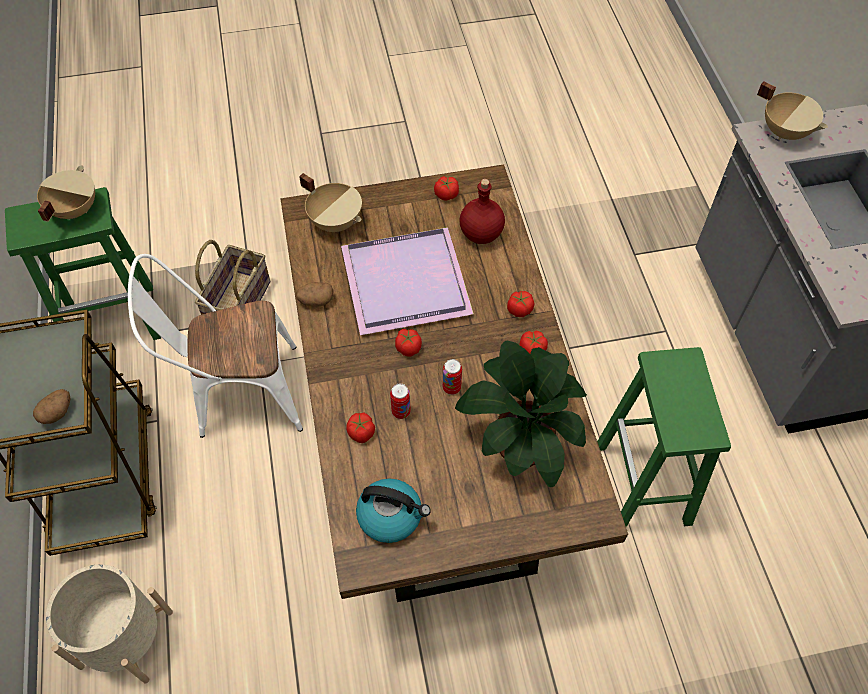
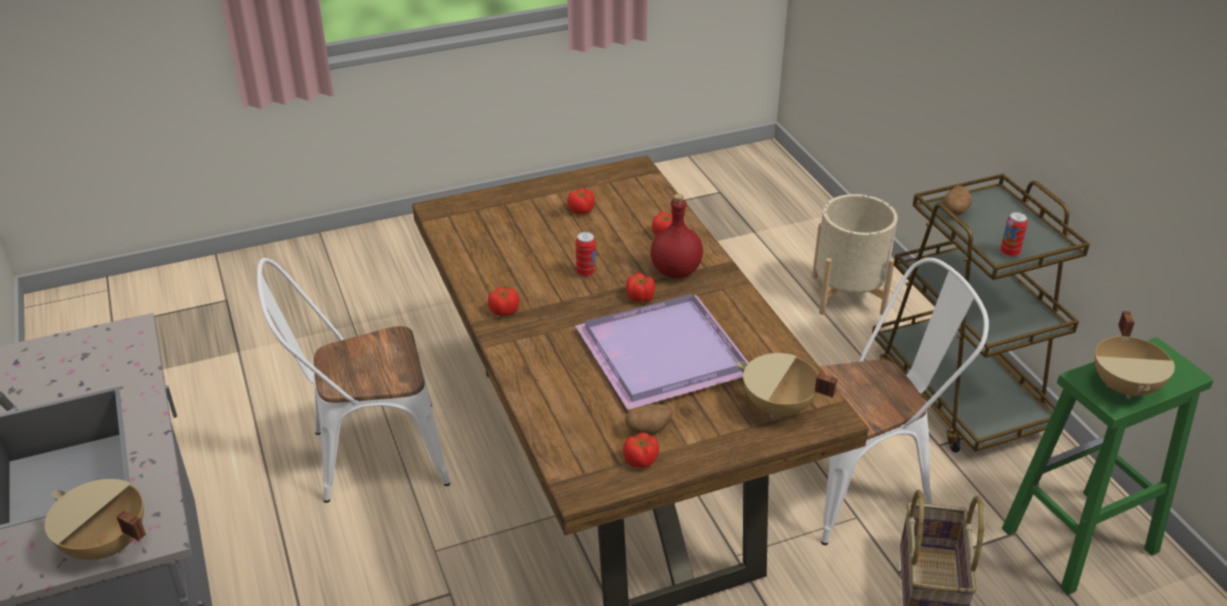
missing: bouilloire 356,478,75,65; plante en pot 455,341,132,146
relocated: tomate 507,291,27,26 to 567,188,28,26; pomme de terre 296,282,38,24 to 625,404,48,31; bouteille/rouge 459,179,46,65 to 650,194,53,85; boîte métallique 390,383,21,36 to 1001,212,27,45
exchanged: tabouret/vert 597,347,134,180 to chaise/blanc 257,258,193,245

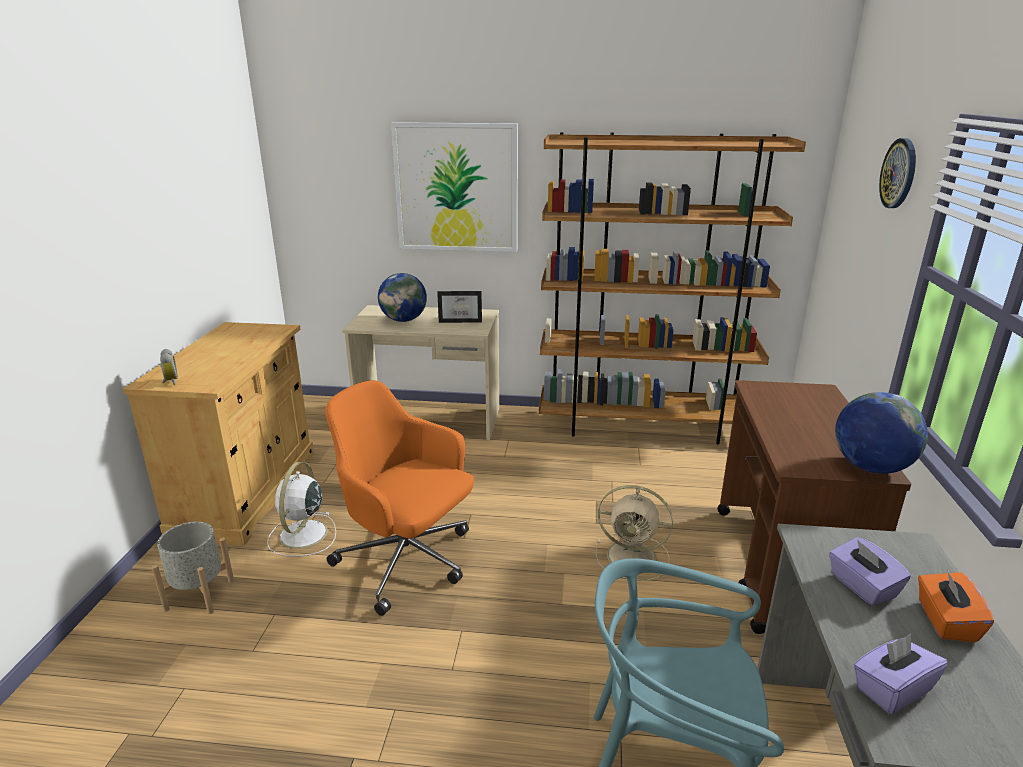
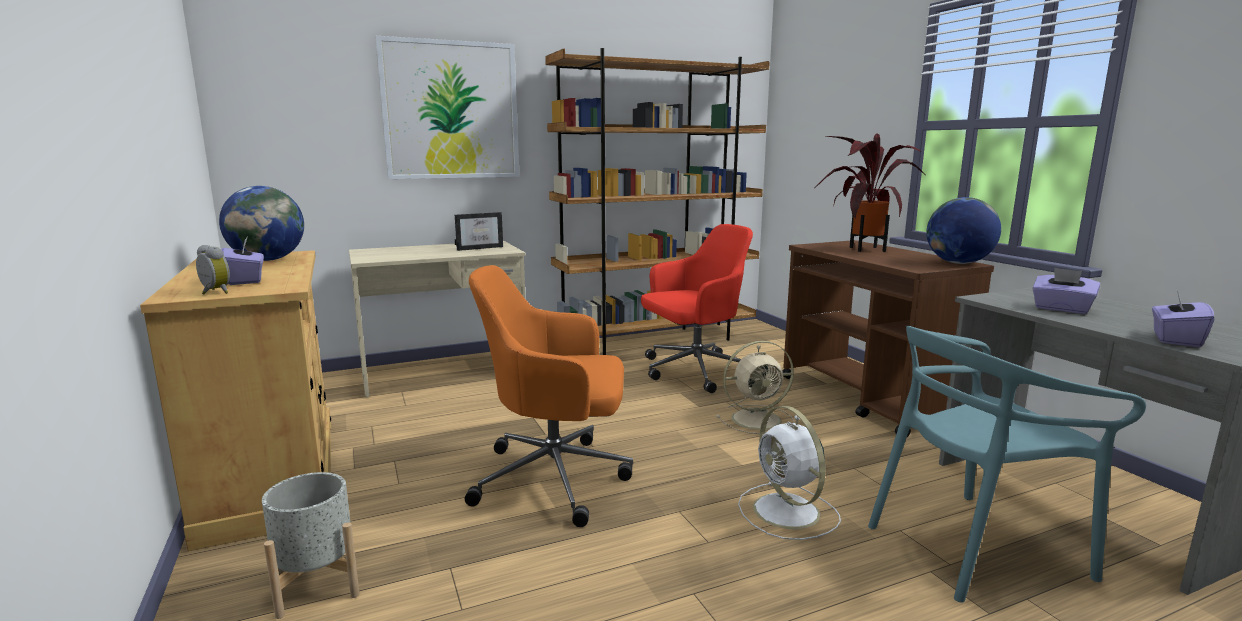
missing: horloge murale 879,138,37,70; boîte à mouchoirs/orange 918,569,76,74
appeared: boîte à mouchoirs/violet 221,238,43,47; chaise de bureau/rouge 641,224,112,169; plante en pot 816,133,111,119
relocated: globe 378,273,49,49 to 219,186,85,75; ventilateur/blanc 267,462,69,95 to 738,406,103,134

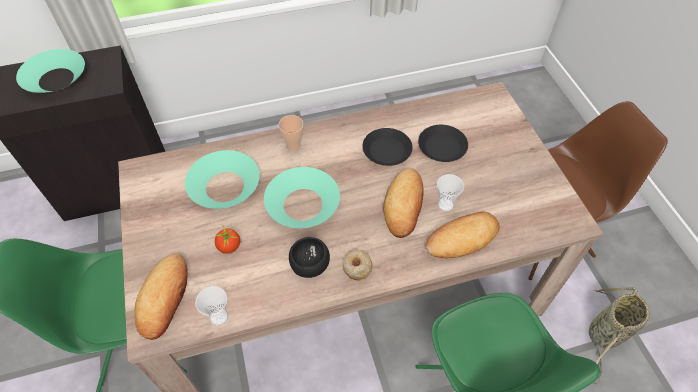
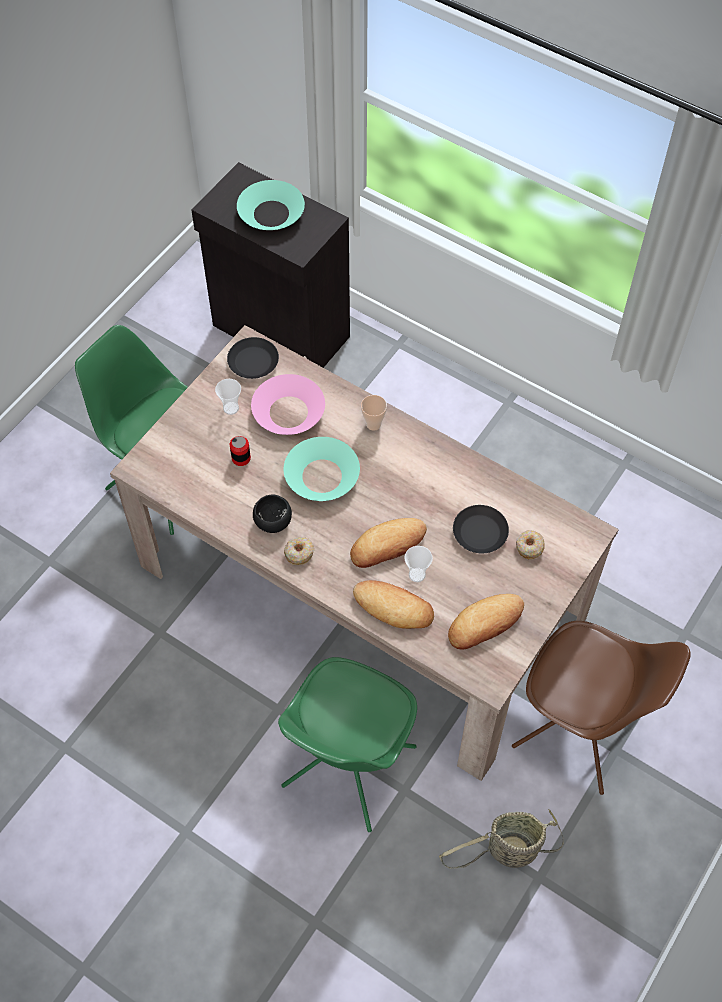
appeared: beignet 516,530,29,29
relocated: tasse 195,286,34,40 to 215,379,26,36; assiette/noir 362,128,51,38 to 227,337,52,42; pain 135,254,53,86 to 448,594,76,56
exchanged: tomate 214,223,26,31 to boîte métallique 230,436,21,30
colour: bol/turquoise 185,150,75,59 to bol/rose 251,374,74,61

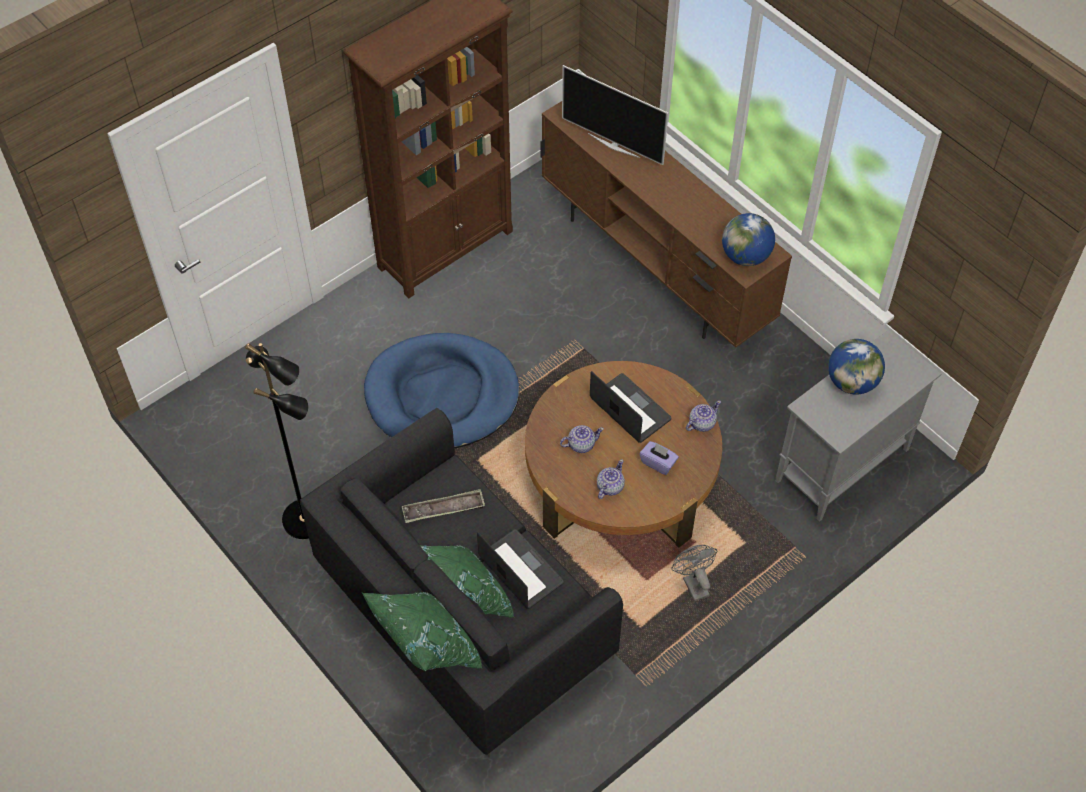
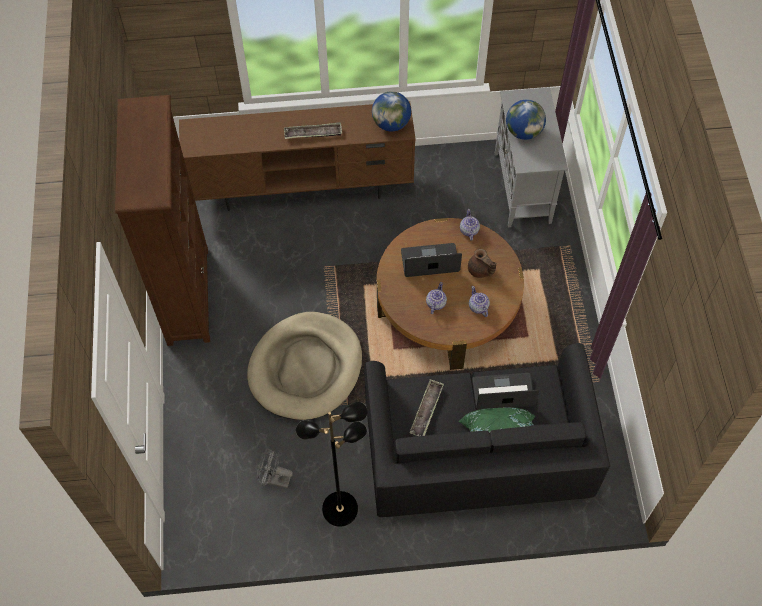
missing: coussin/vert 362,592,121,79; téléviseur 562,65,106,100
appeared: plateau 284,122,58,17
relocated: ventilateur/gris 671,545,46,56 to 257,449,36,39
exchanged: boîte à mouchoirs/violet 640,441,39,34 to théière/marron 468,249,28,29
colour: panier pour chien/bleu 364,333,155,115 to panier pour chien/beige 247,312,115,108

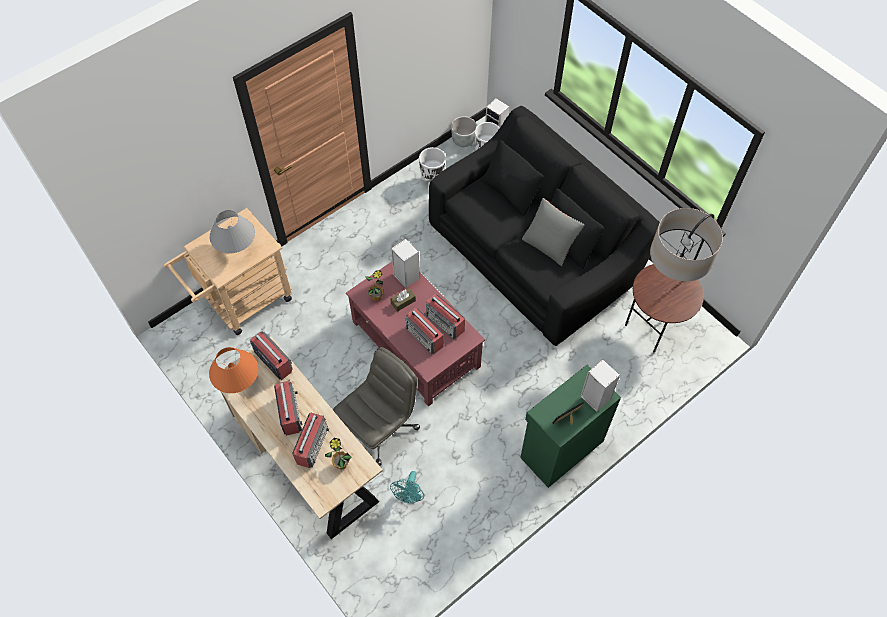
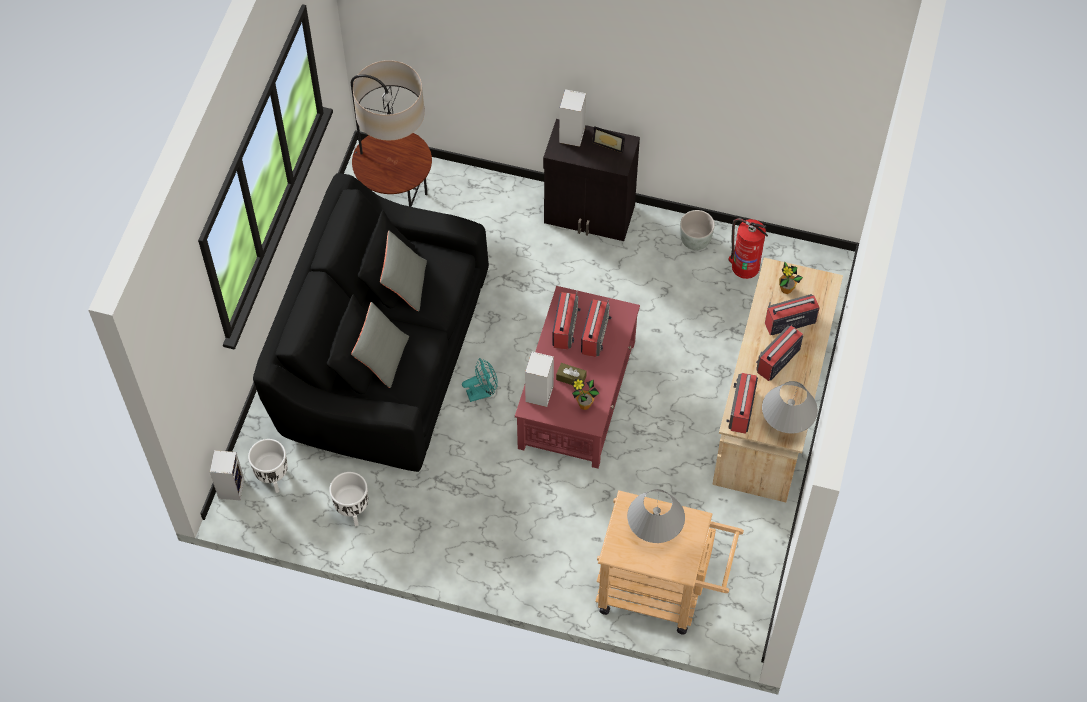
missing: chaise de bureau/gris 333,347,87,119
appeared: coussin/gris 351,302,58,86; extincteur 728,218,40,61
relocated: ventilateur/turquoise 390,471,34,33 to 462,358,36,44; cache-pot/gris 451,116,26,31 to 680,210,35,40
colour: meuble de rangement/vert 520,364,101,124 to meuble de rangement/noir 543,119,97,122; lampe de table/orange 209,347,49,46 to lampe de table/gris 762,381,56,53

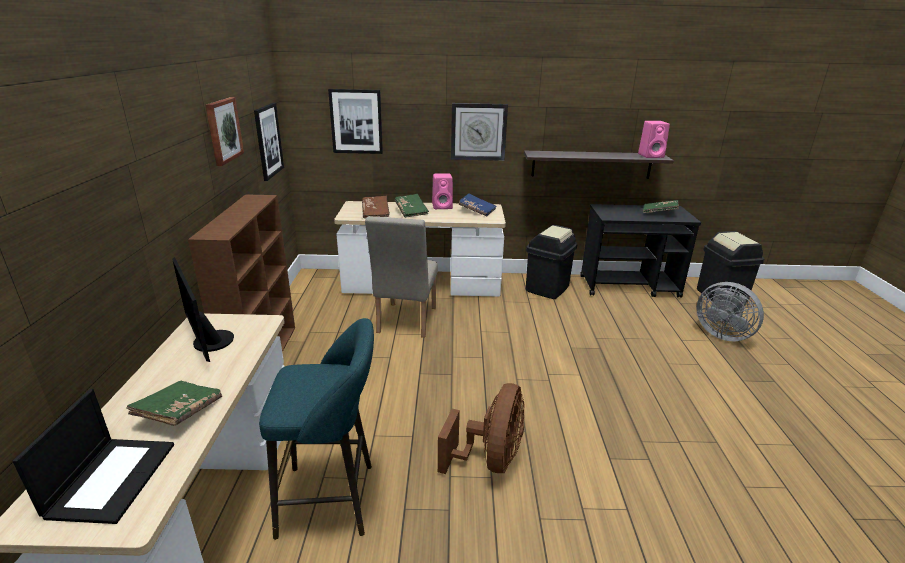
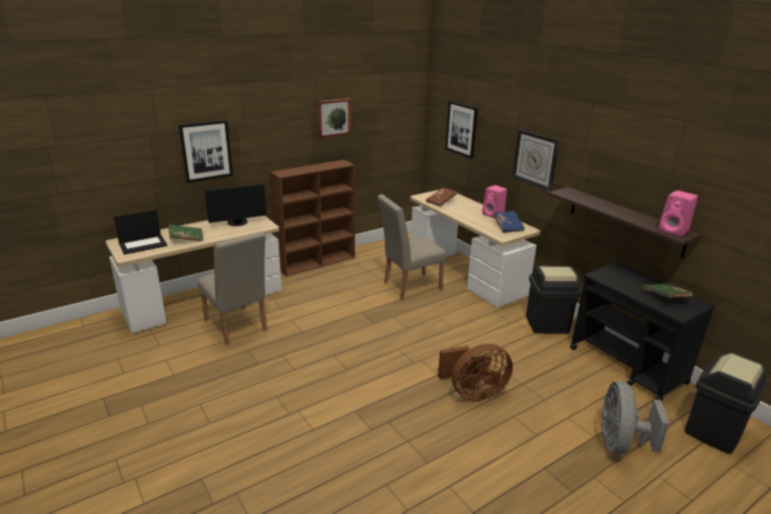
missing: livre/vert 395,194,34,24
relocated: tableau 254,103,30,78 to 179,120,54,63; ventilateur/marron 438,383,87,91 to 438,344,75,57
exchanged: tabouret/turquoise 259,318,115,222 to chaise/beige 197,231,71,114
spun: écran d'ordinateur 172,257,62,105 = 205,183,62,43 135 degrees counterclockwise

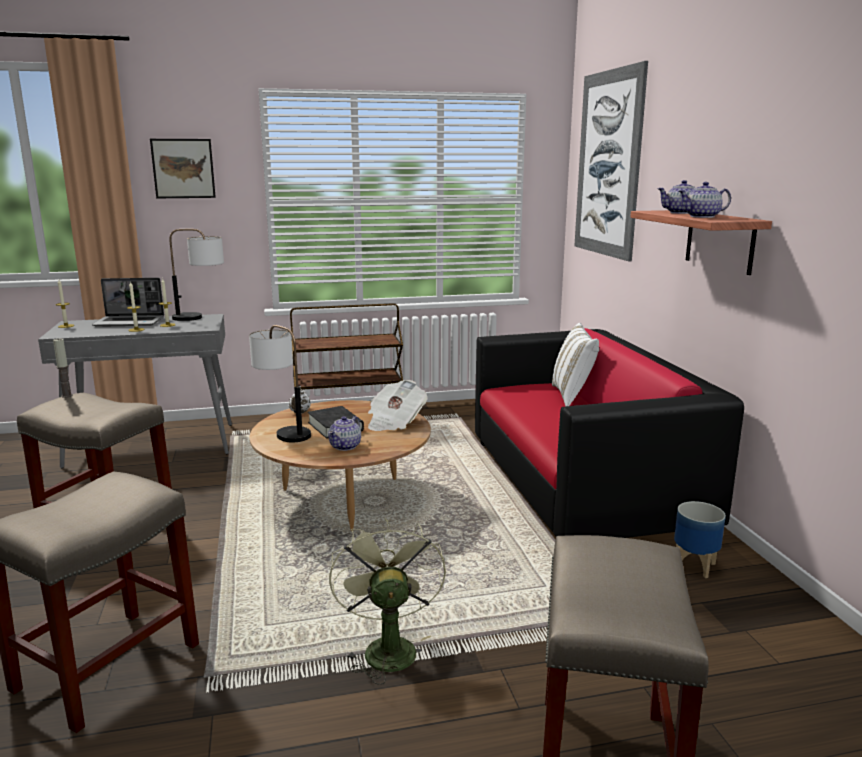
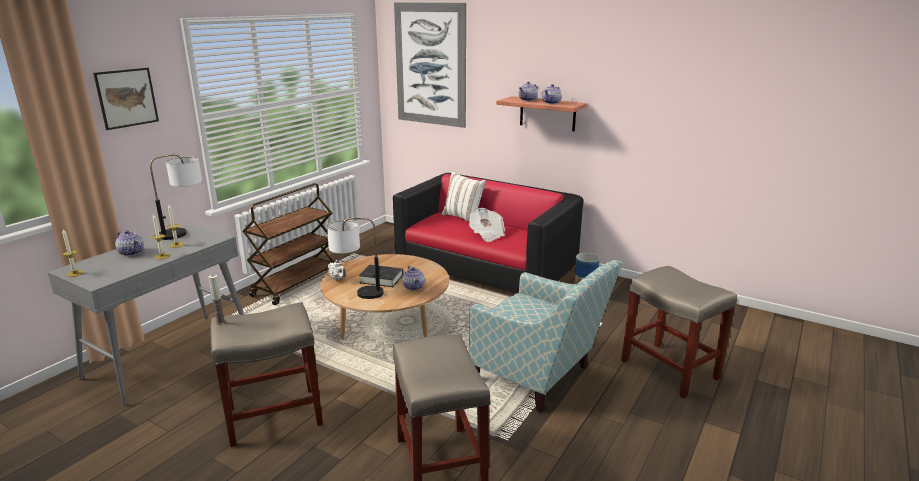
relocated: journal 368,380,59,51 to 469,208,36,34
exchanged: ordinateur portable 92,278,72,49 to théière 115,230,29,26; ventilateur/vert 329,518,117,167 to fauteuil 469,259,153,154

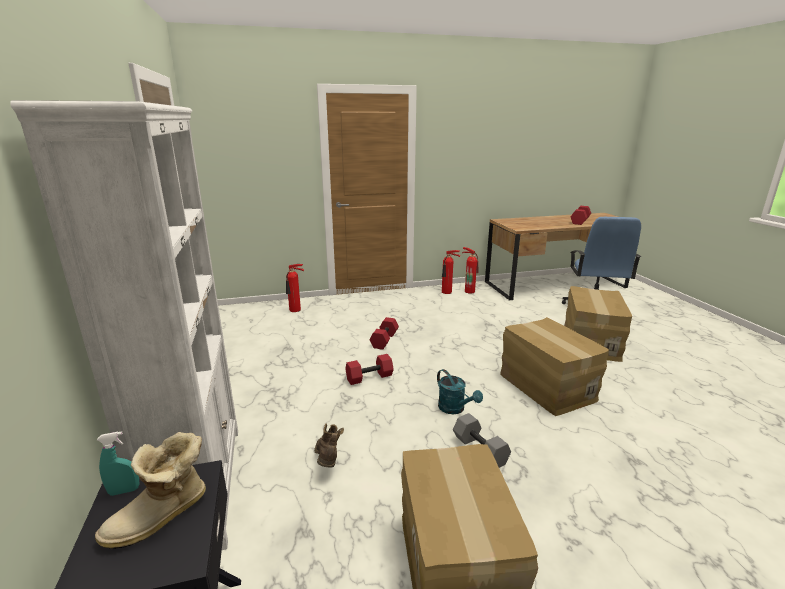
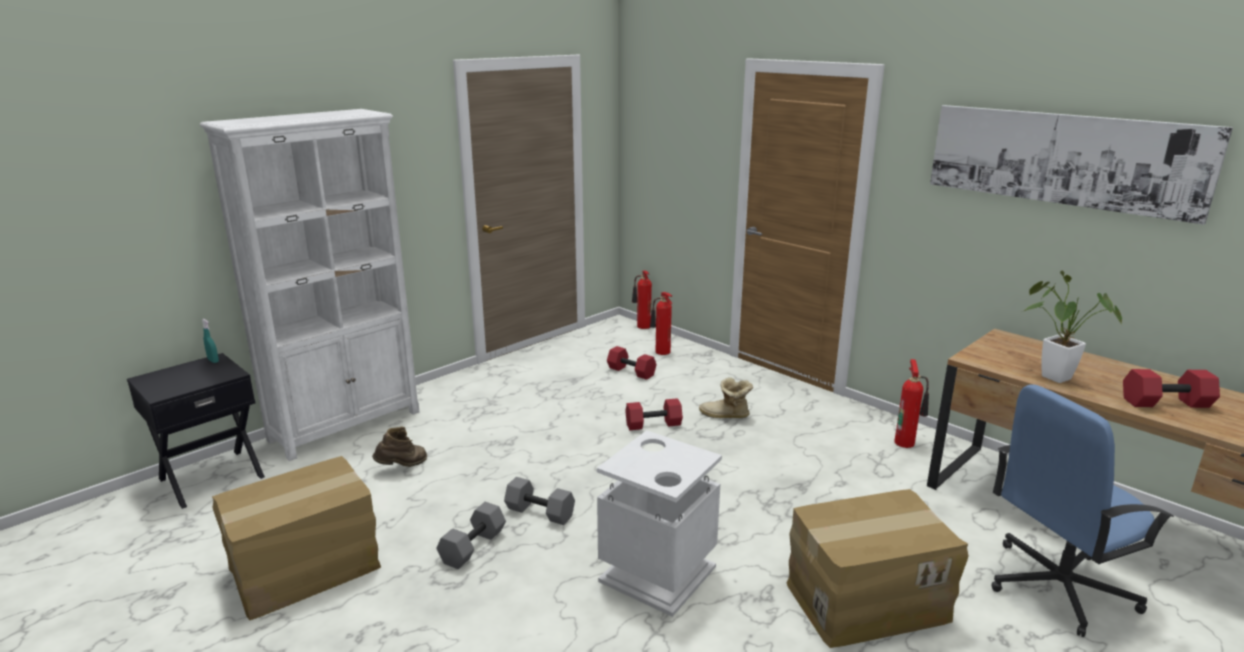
appeared: tableau 930,105,303,120; plante en pot 1024,271,98,112
relocated: haltère/rouge 345,354,49,31 to 607,346,50,34; extincteur 442,250,18,44 to 632,271,20,58; botte 95,432,111,117 to 699,377,54,41
exchanged: arrosoir/turquoise 437,369,46,45 to haltère/gris 504,477,71,48; carton 500,317,109,99 to poubelle/blanc 597,430,125,187

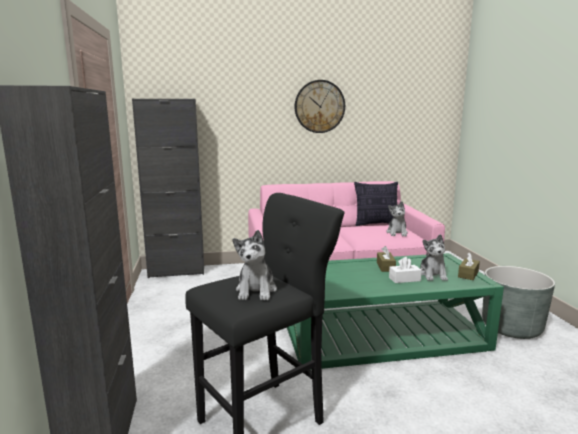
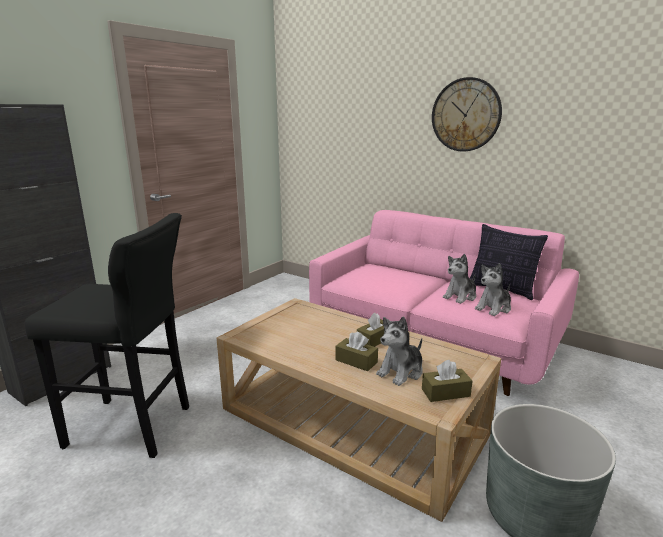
missing: meuble de rangement/noir 132,99,72,179
relocated: peluche 233,230,44,70 to 443,254,33,50
colour: table basse/vert 287,253,217,117 to table basse/beige 217,298,284,224; boîte à mouchoirs/blanc 389,257,33,26 to boîte à mouchoirs/marron 335,332,43,39

